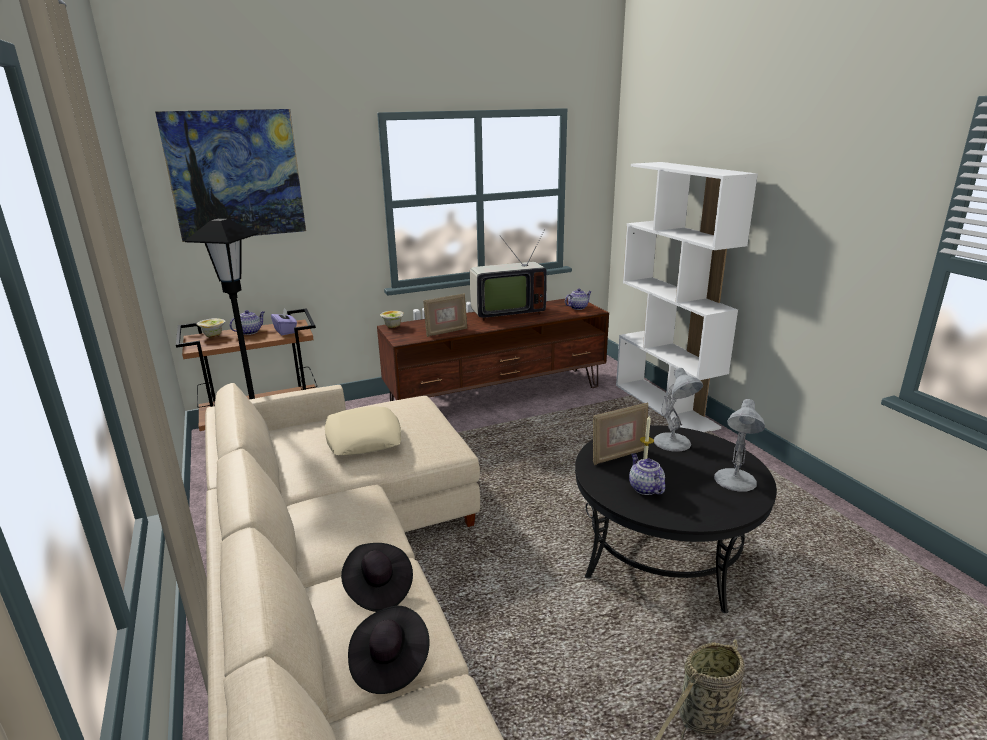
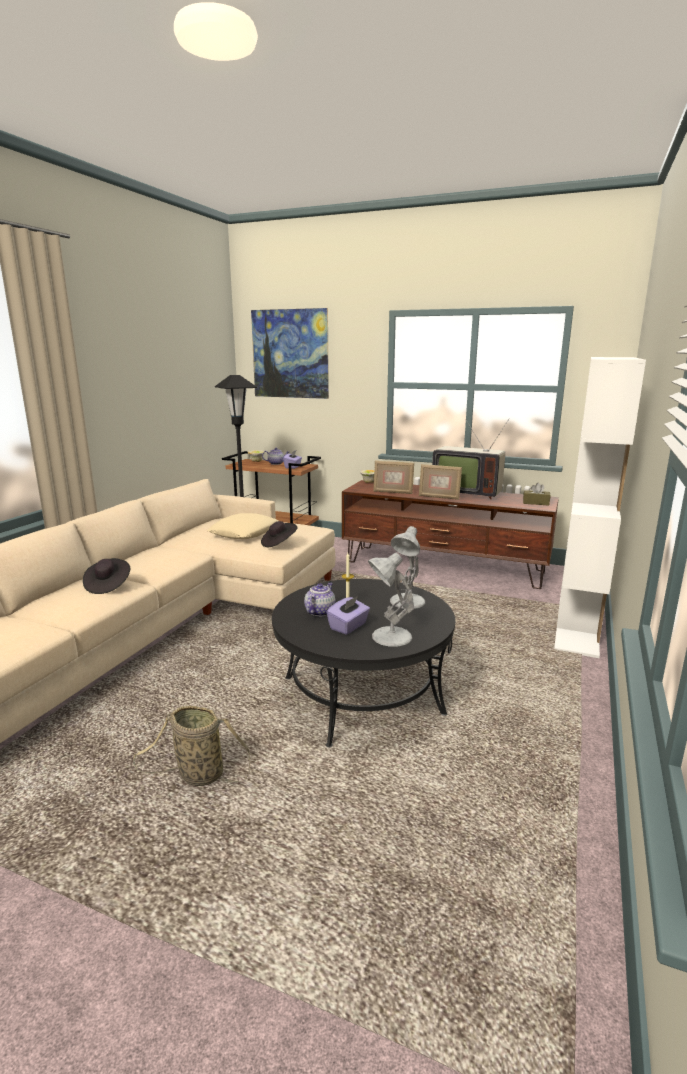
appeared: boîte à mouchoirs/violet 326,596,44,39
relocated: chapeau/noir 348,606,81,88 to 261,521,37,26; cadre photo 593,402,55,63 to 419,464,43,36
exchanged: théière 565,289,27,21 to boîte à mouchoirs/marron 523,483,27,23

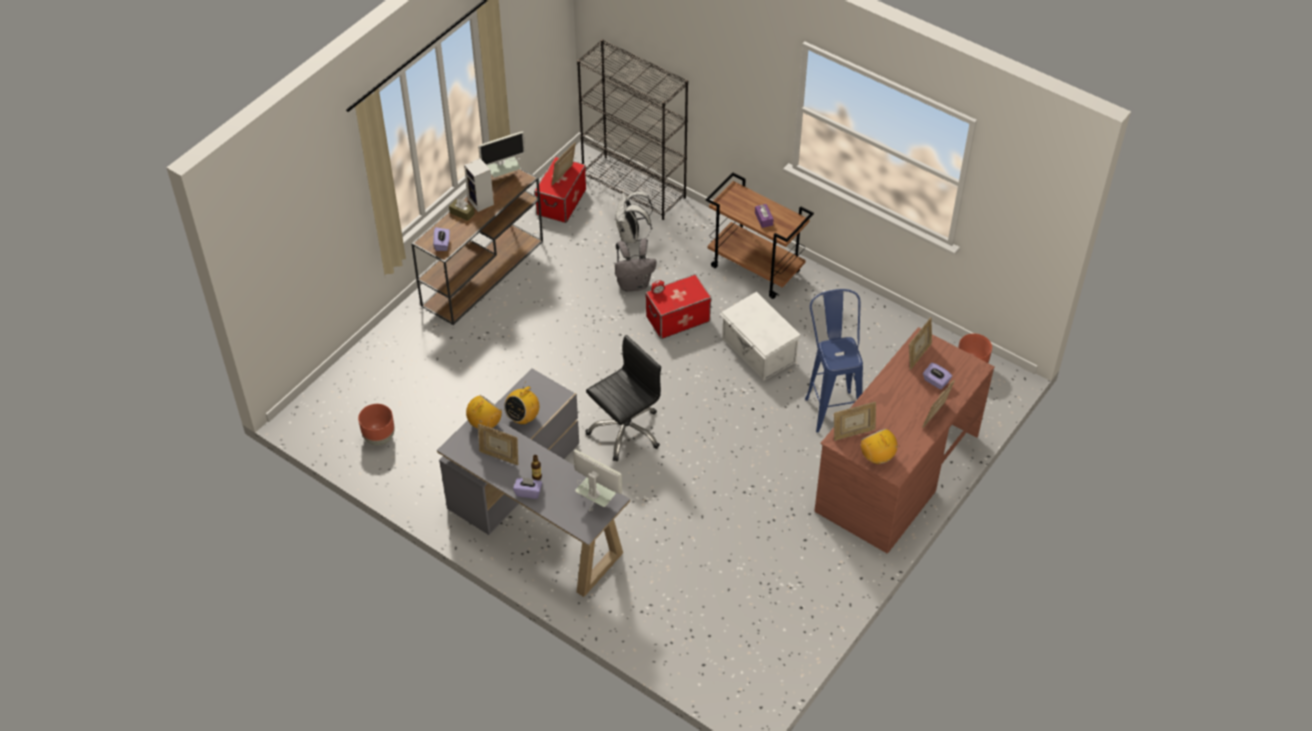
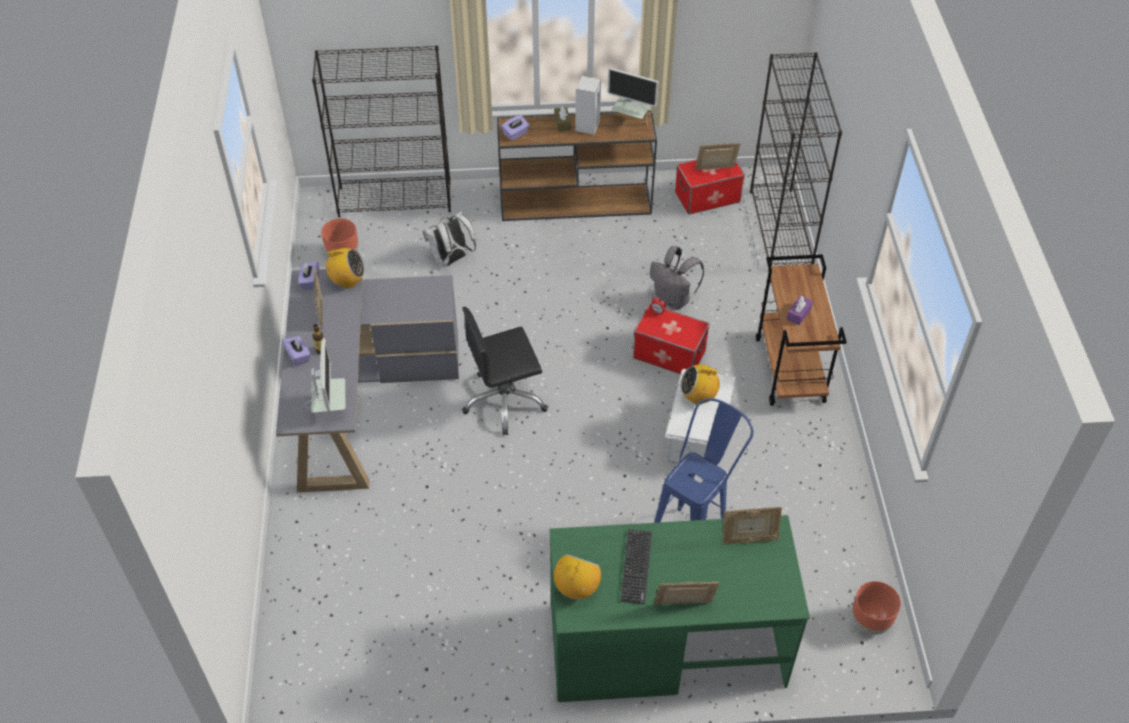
missing: cadre photo 834,402,42,39
appeared: bibliothèque/noir 312,45,139,172; clavier 621,529,31,75
relocated: boîte à mouchoirs/violet 923,363,29,27 to 298,261,21,28; sac à dos/blanc 615,191,38,52 to 423,211,53,55; radio 504,384,35,40 to 681,365,40,39
colour: bureau/marron 814,327,181,226 to bureau/vert 550,515,260,187
spun: chaise de bureau/noir 585,335,76,127 = 462,307,86,128 150 degrees clockwise

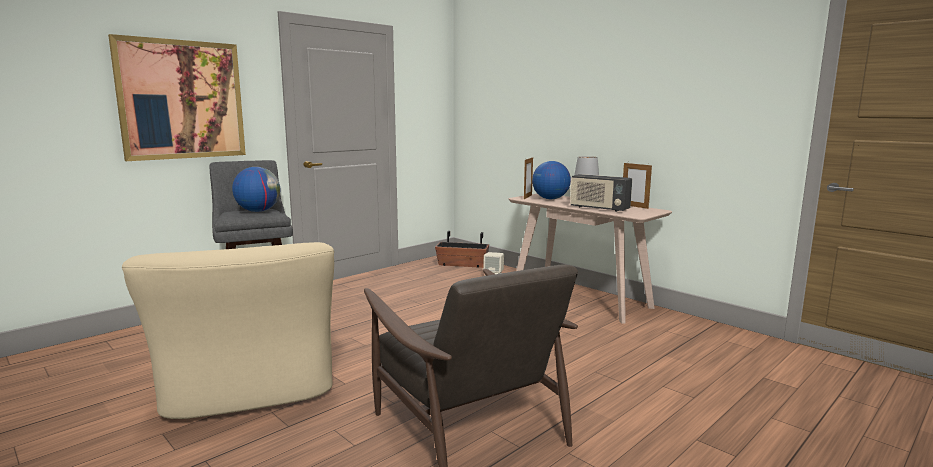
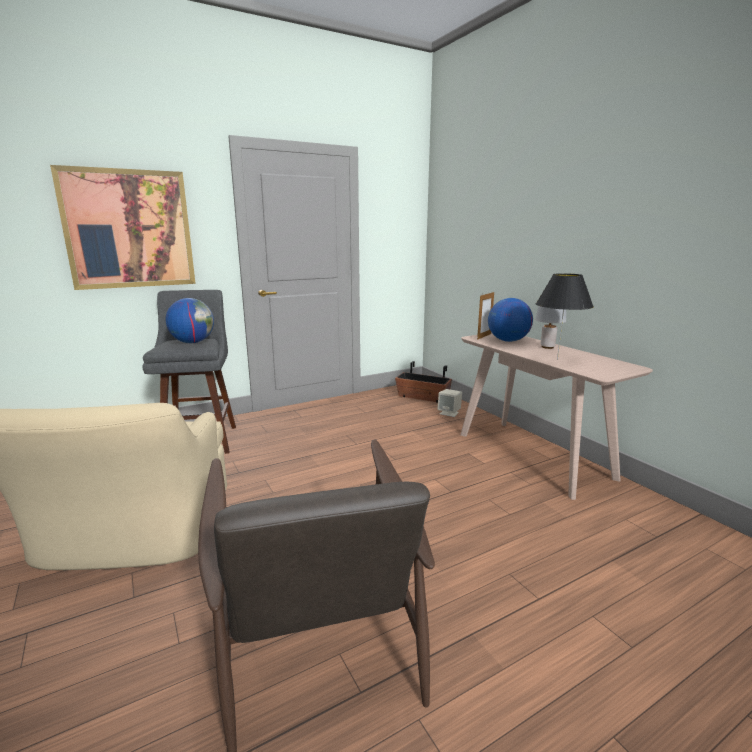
missing: cadre photo 623,163,29,46
exchanged: radio 570,174,62,38 to lampe de table/noir 536,273,58,87

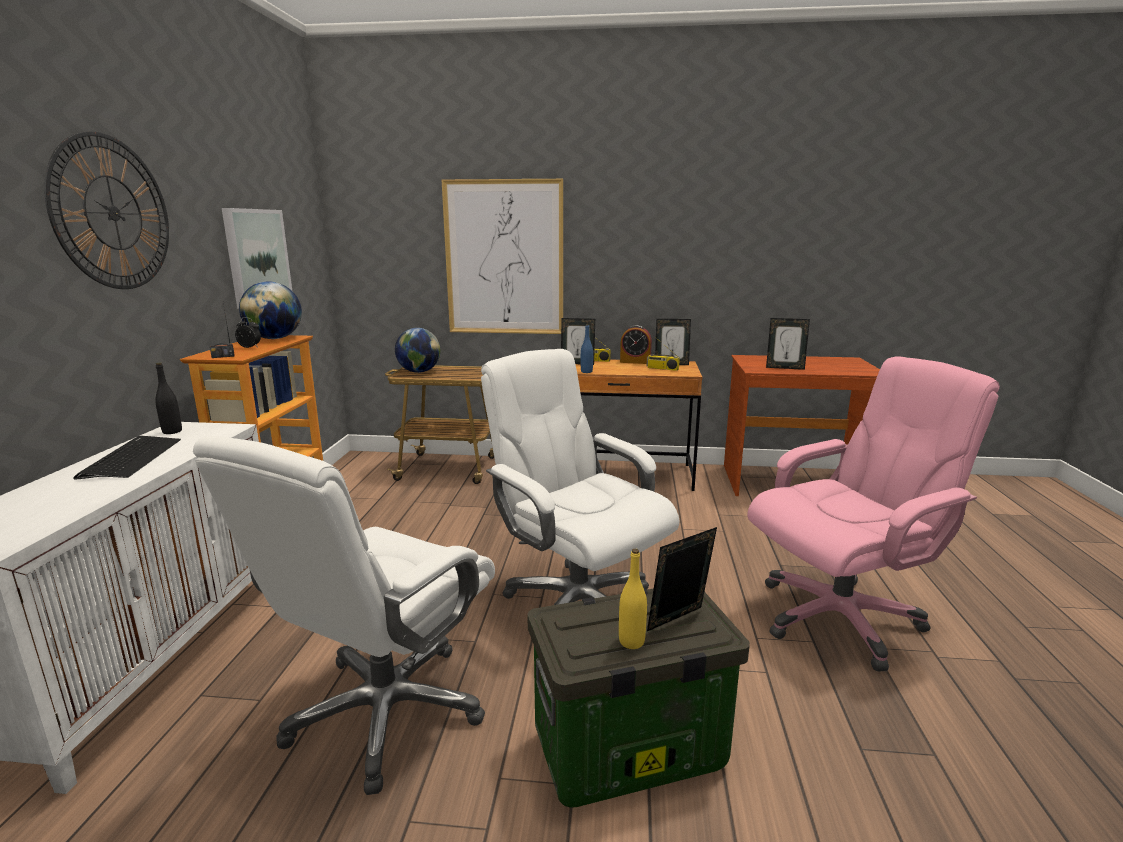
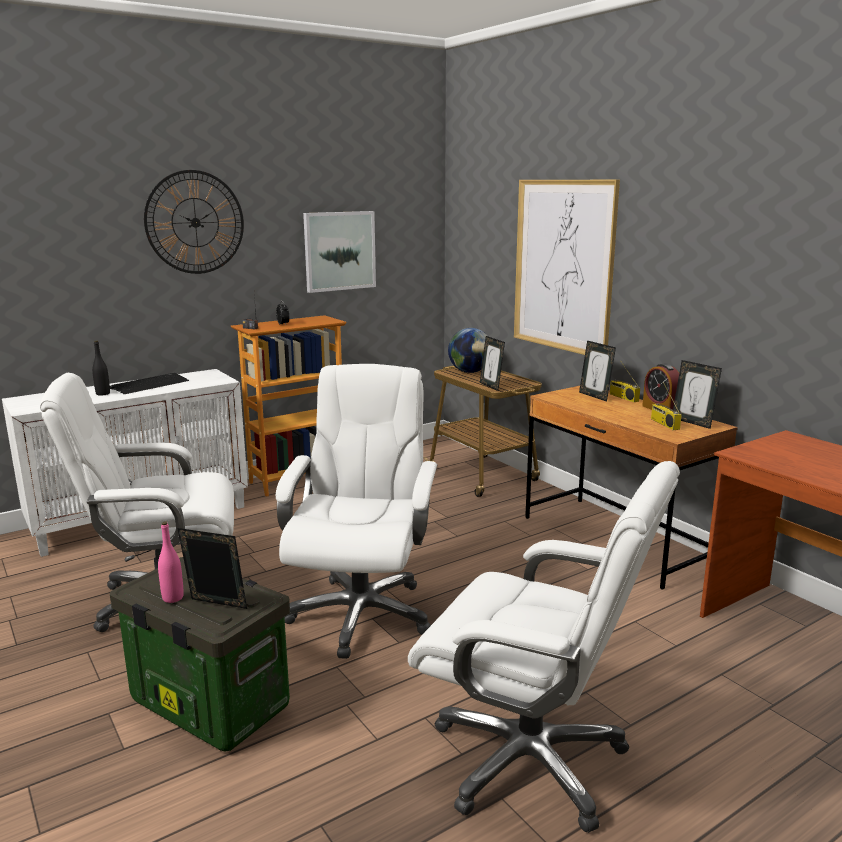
missing: globe 239,281,63,58; bouteille/bleu 581,324,12,49
relocated: bouteille/noir 155,363,27,71 to 92,340,18,56; cadre photo 766,318,44,52 to 480,336,25,55
colour: bouteille/jaune 619,549,28,100 to bouteille/rose 158,522,26,81; chaise de bureau/rose 747,356,253,316 to chaise de bureau/blanc 408,461,272,372

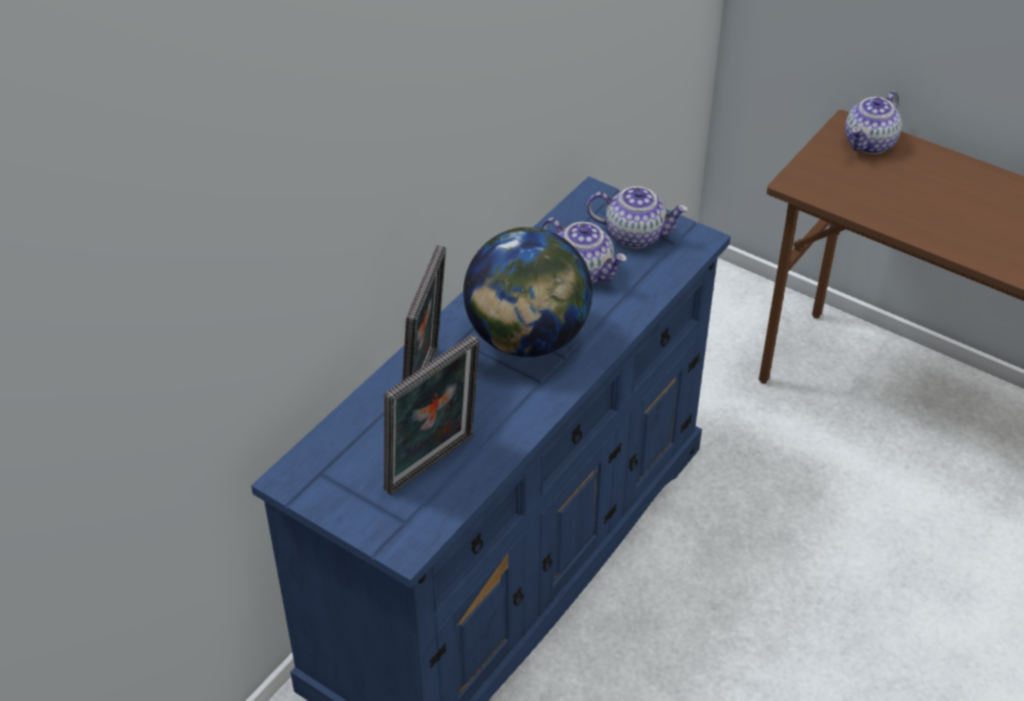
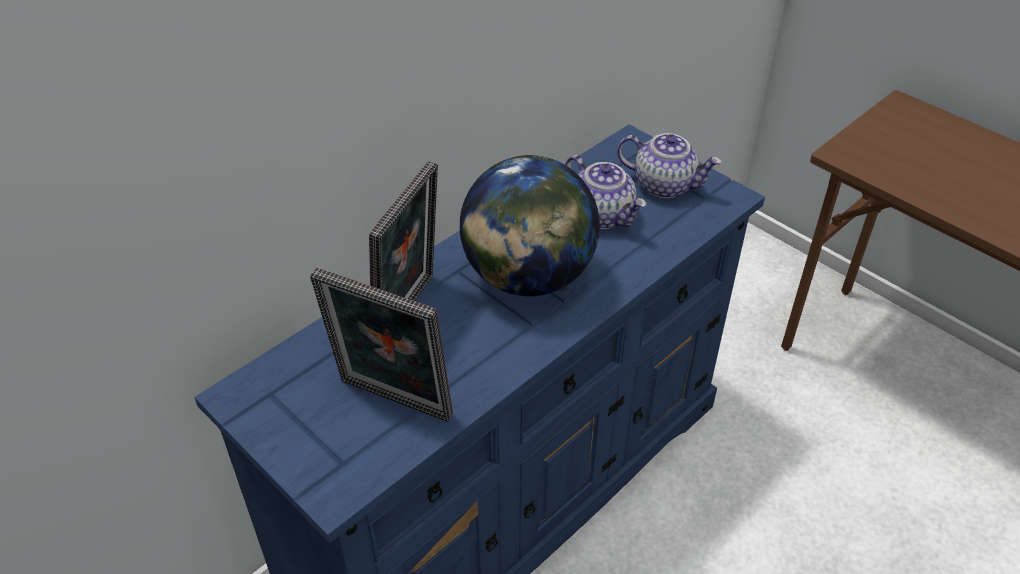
missing: théière 845,91,57,63
spun: cadre photo 384,334,96,161 = 310,268,143,154 60 degrees clockwise

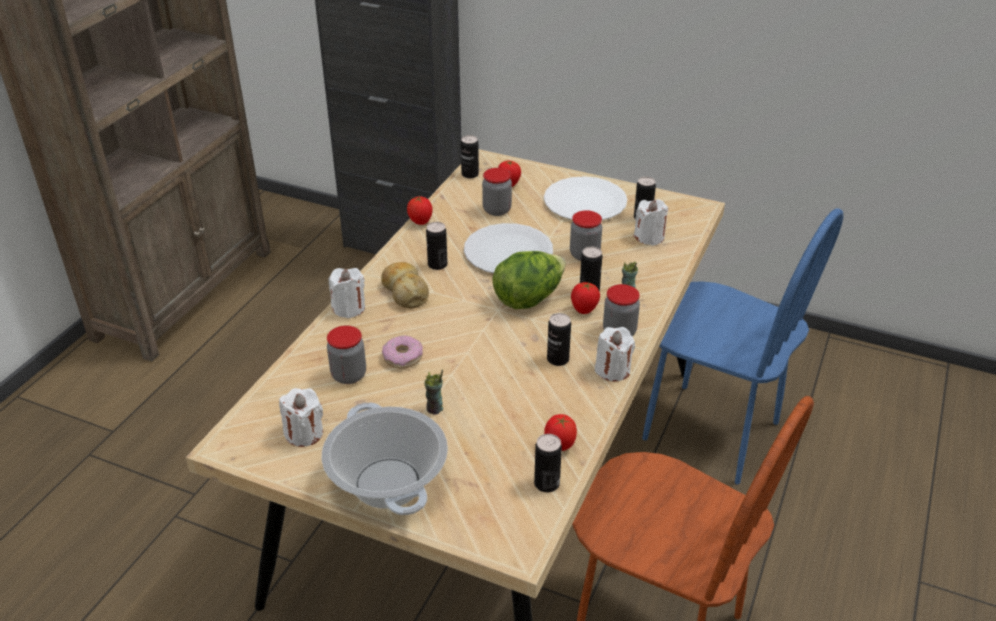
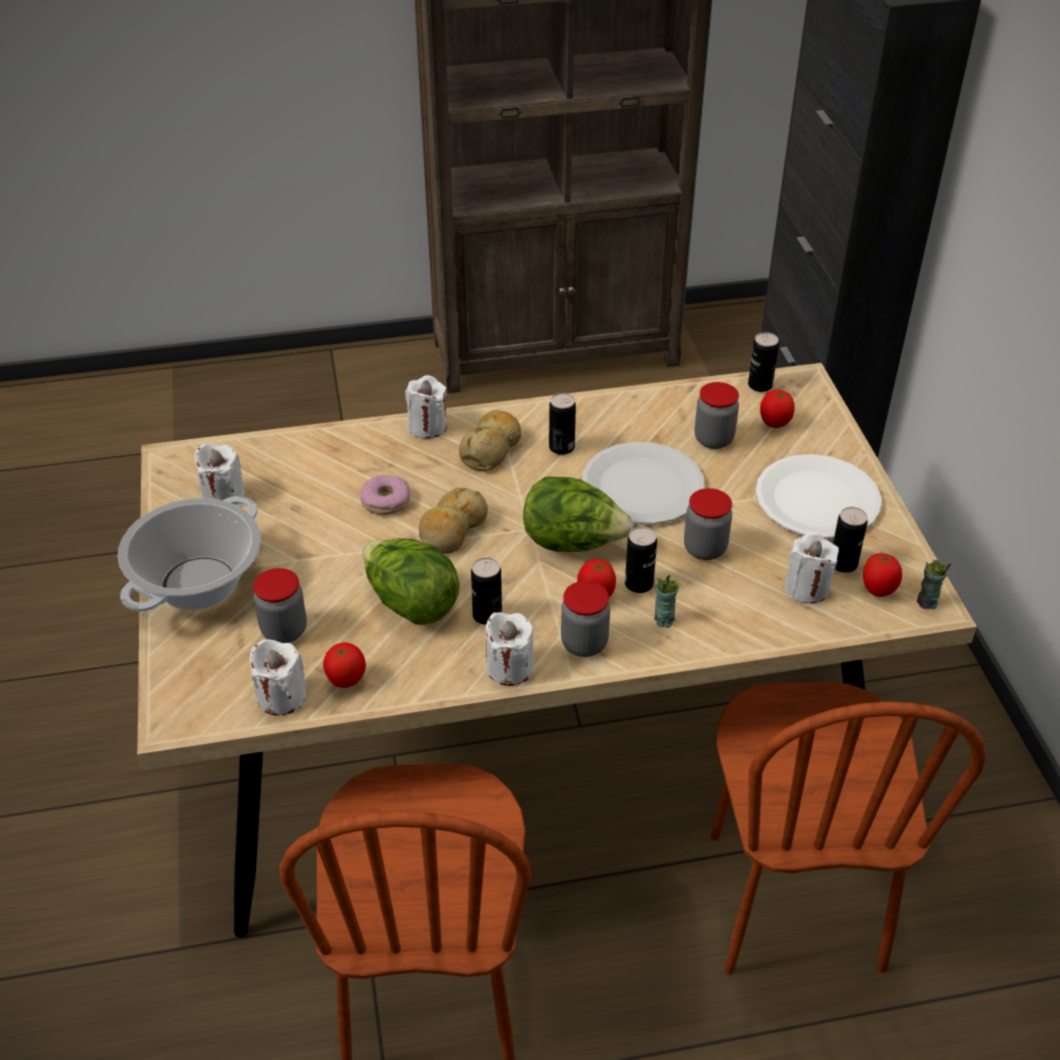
appeared: laitue 363,538,97,87; pain 419,488,69,66
relocated: bocal 327,326,39,58 to 253,568,54,75; tomate 407,196,26,29 to 863,553,39,44; tasse 424,369,19,46 to 917,558,34,51
exchanged: boîte métallique 534,434,28,58 to bougie/blanc 250,639,57,77
colour: chaise/bleu 642,208,201,277 to chaise/marron 711,682,275,293

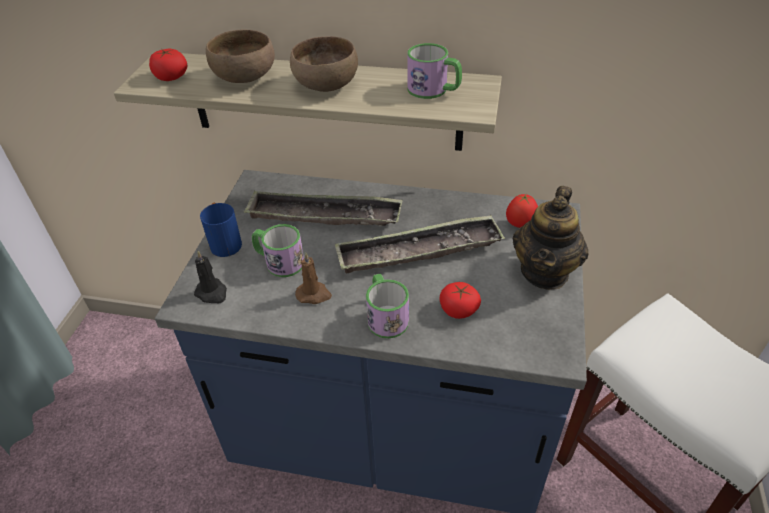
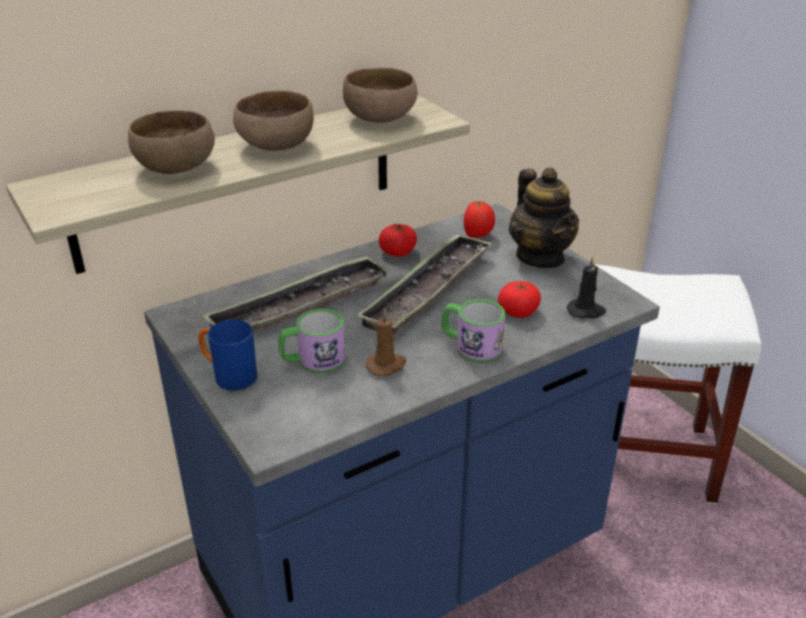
relocated: tomate 149,49,38,32 to 379,224,38,33; bougie/noir 194,251,33,52 to 567,256,39,62
exchanged: mug 407,43,55,56 to bol/marron 343,68,75,55

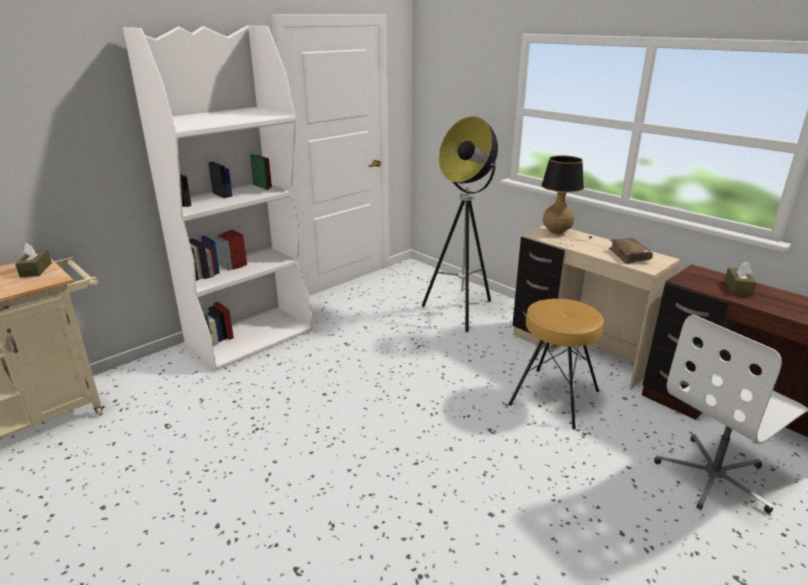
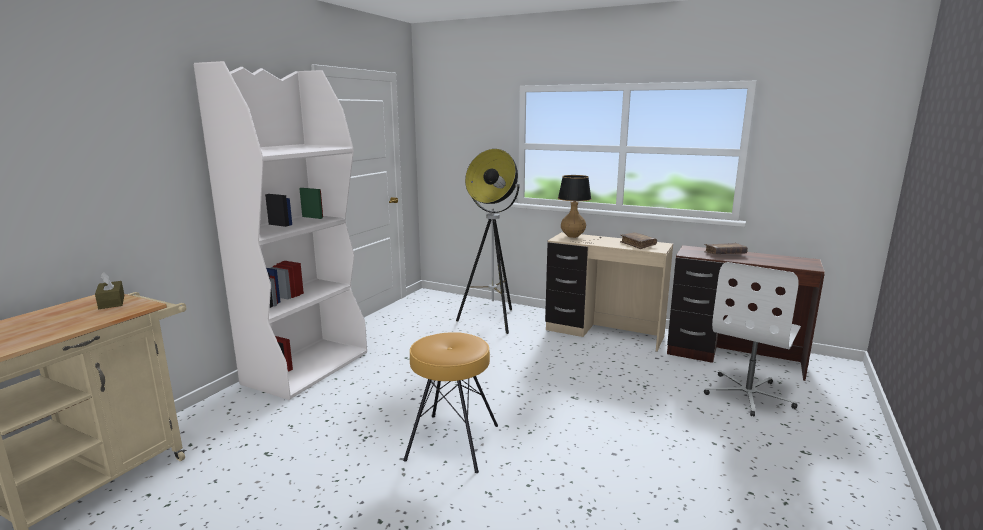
relocated: tabouret/marron 508,299,95,131 to 403,332,95,141
exchanged: boîte à mouchoirs/marron 725,261,32,35 to livre/marron 704,243,44,11

